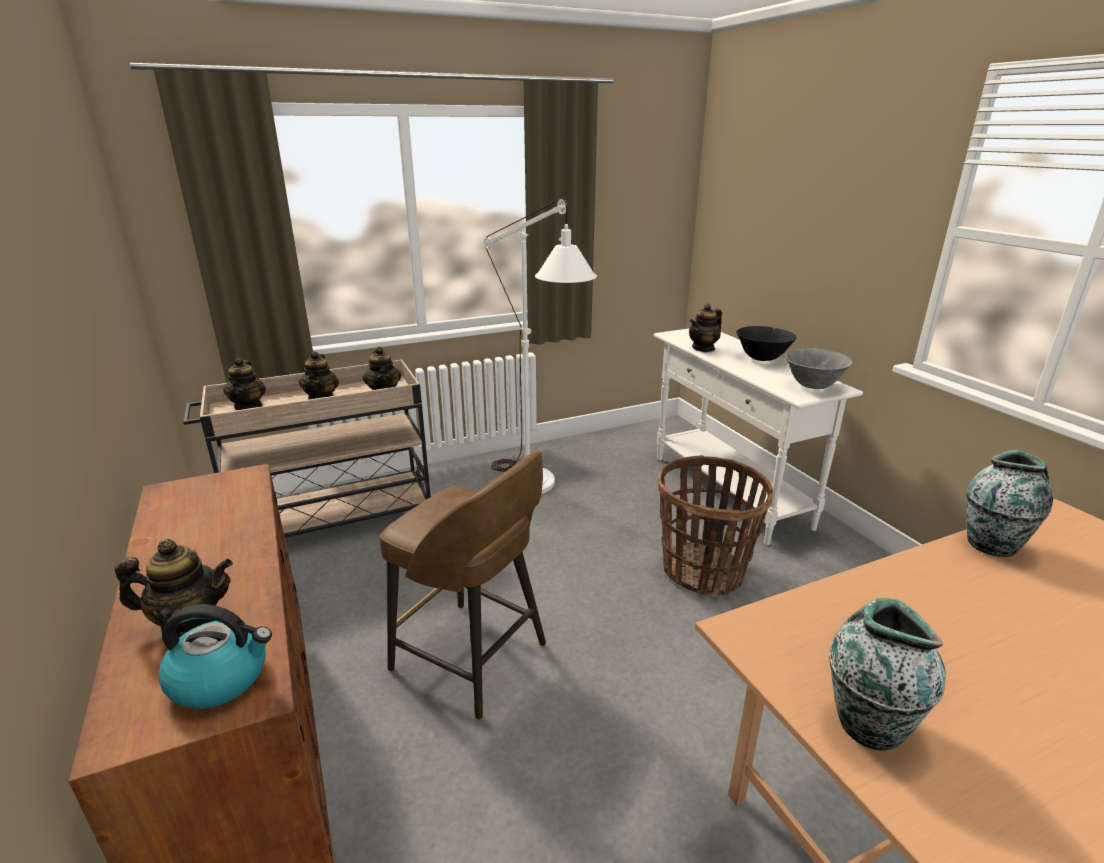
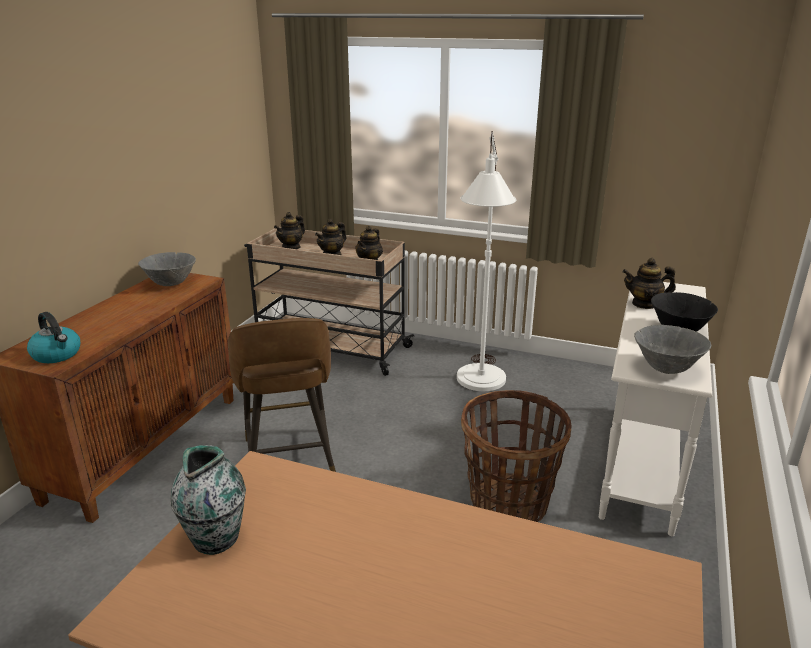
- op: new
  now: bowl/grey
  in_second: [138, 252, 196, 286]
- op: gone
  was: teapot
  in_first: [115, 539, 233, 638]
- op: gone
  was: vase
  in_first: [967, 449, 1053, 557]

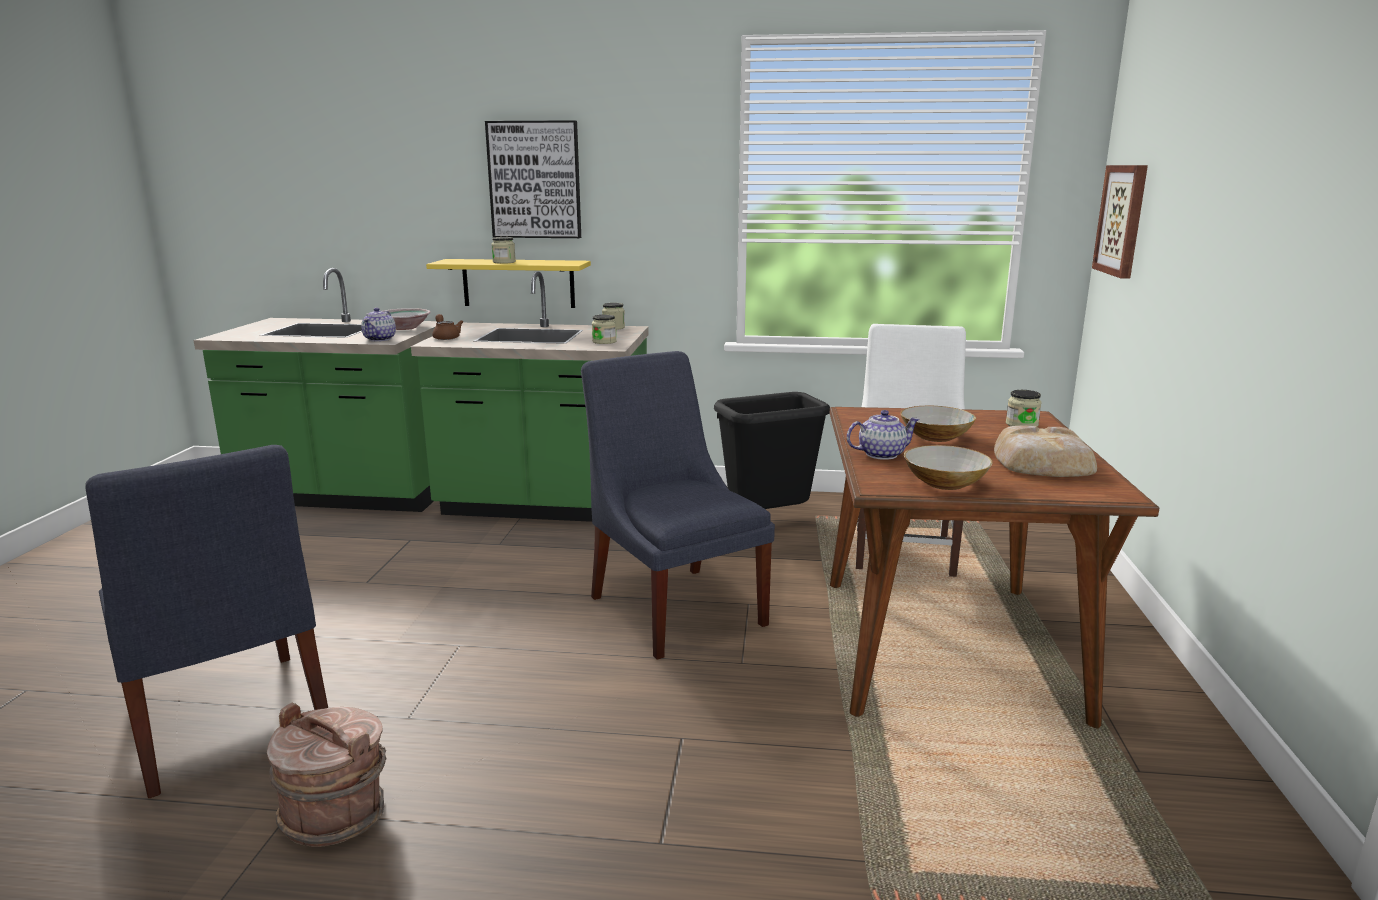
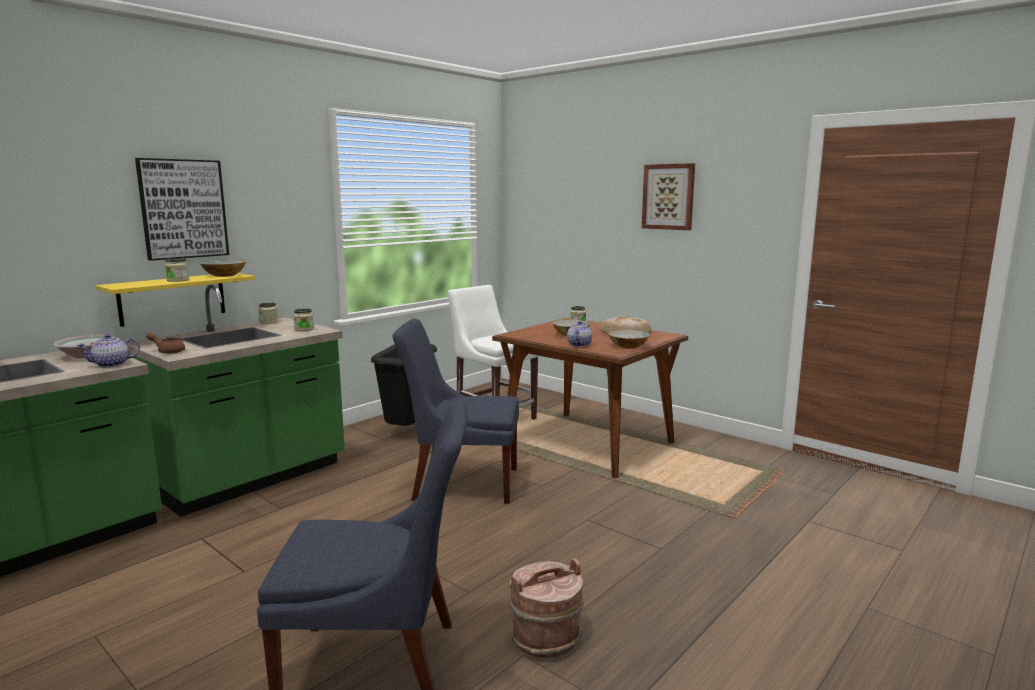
- op: rotated
  was: teapot
  in_first: [361, 308, 396, 342]
  in_second: [77, 334, 140, 368]
  clockwise: 105
- op: new
  now: bowl
  in_second: [200, 260, 246, 277]
- op: shifted
  was: picture
  in_first: [1092, 165, 1148, 279]
  in_second: [642, 163, 695, 230]

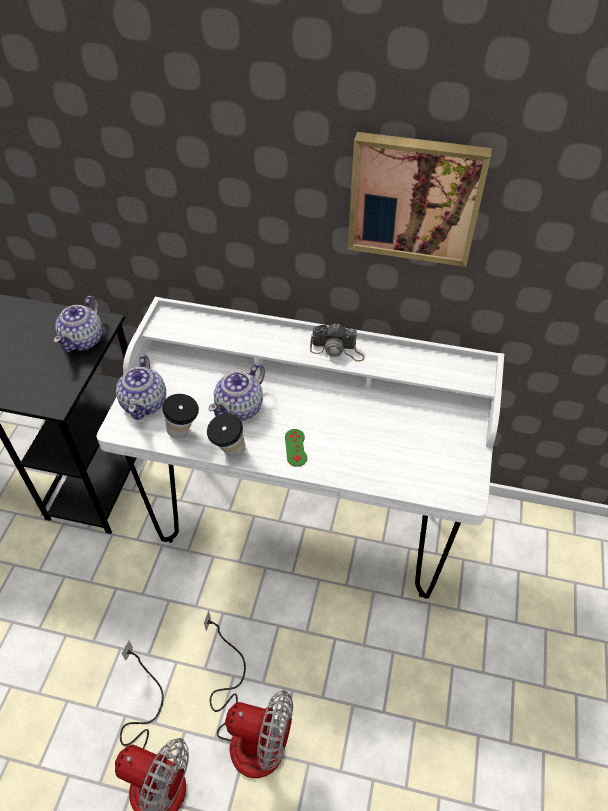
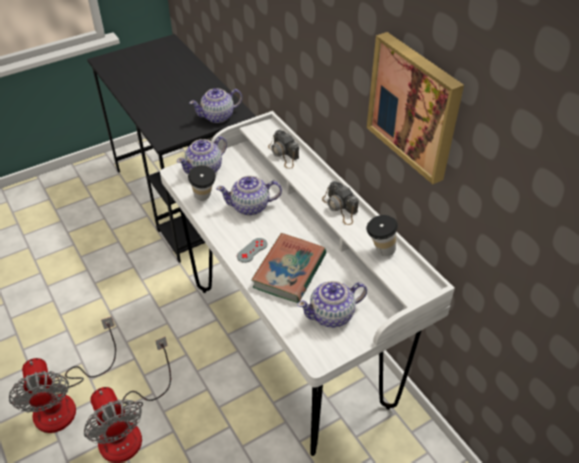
- op: repainted
  was: game controller/green
  now: game controller/grey
  in_first: [285, 429, 307, 467]
  in_second: [237, 238, 267, 263]
- op: new
  now: book
  in_second: [251, 233, 326, 303]
- op: new
  now: photo camera
  in_second: [268, 130, 299, 169]
- op: new
  now: teapot
  in_second: [297, 281, 367, 328]
- op: shifted
  was: cup
  in_first: [207, 413, 245, 457]
  in_second: [366, 215, 398, 256]

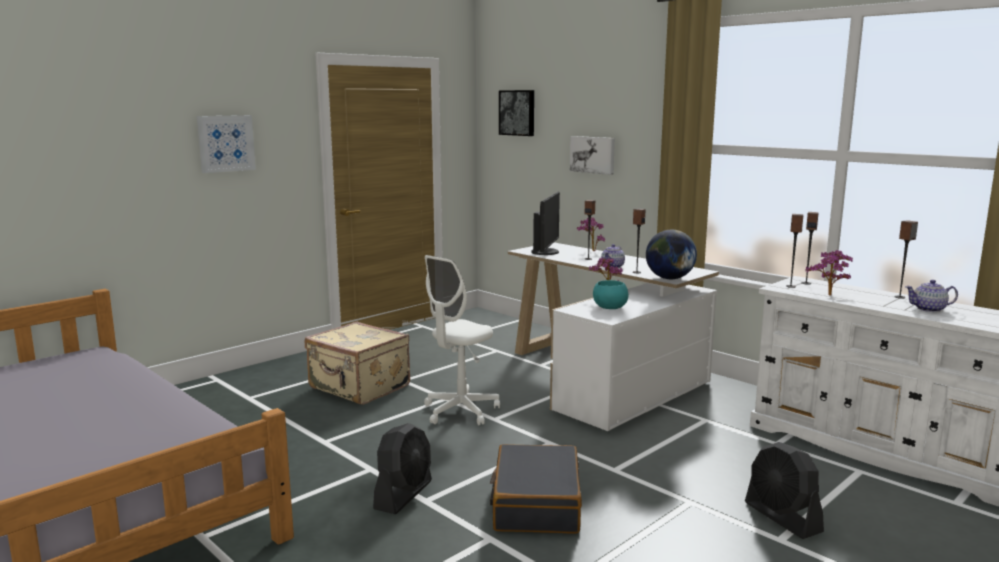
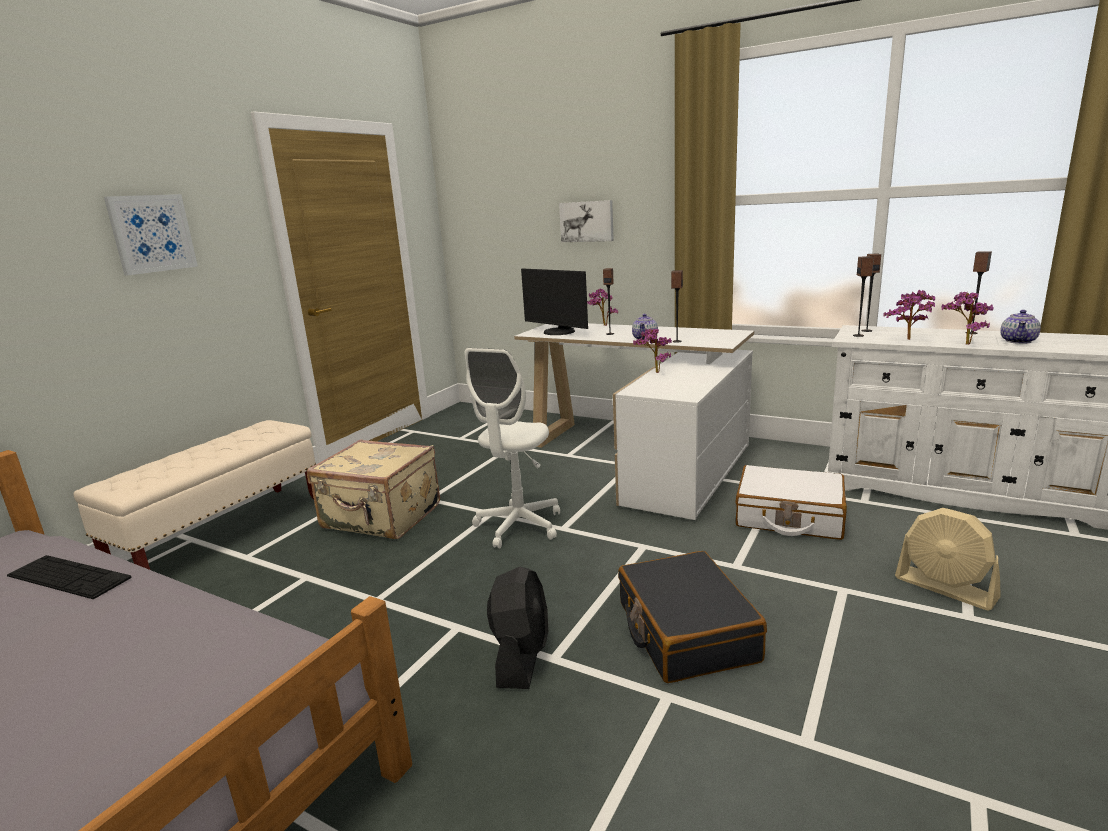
- op: new
  now: keyboard
  in_second: [7, 555, 132, 599]
- op: new
  now: bench/beige
  in_second: [74, 420, 316, 570]
- op: rotated
  was: monitor
  in_first: [531, 192, 560, 255]
  in_second: [521, 268, 588, 335]
  clockwise: 135
- op: new
  now: suitcase/white
  in_second: [736, 465, 847, 540]
- op: repainted
  was: fan/black
  now: fan/beige
  in_first: [745, 442, 824, 539]
  in_second: [895, 508, 1001, 611]
- op: new
  now: potted plant
  in_second: [941, 291, 994, 345]
- op: rotated
  was: teapot
  in_first: [905, 280, 958, 312]
  in_second: [1000, 310, 1041, 344]
  clockwise: -45
- op: gone
  was: picture
  in_first: [499, 90, 534, 136]
- op: gone
  was: bowl/turquoise
  in_first: [593, 280, 628, 309]
- op: gone
  was: globe
  in_first: [646, 230, 697, 279]

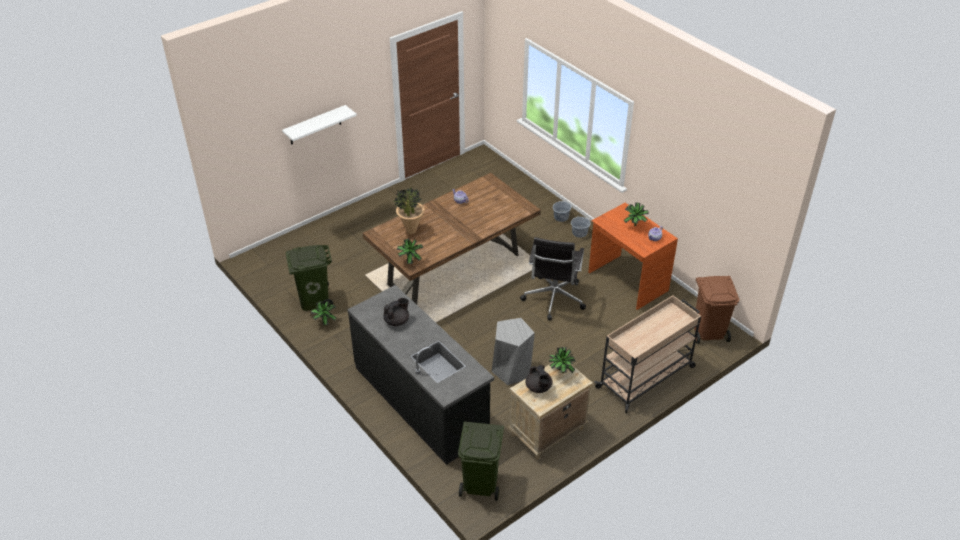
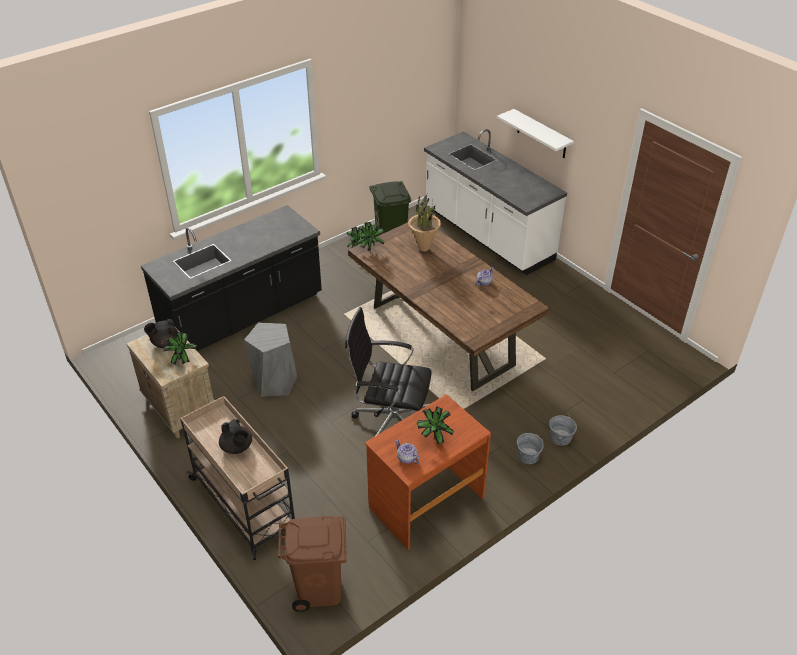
- op: shifted
  was: teapot/black
  in_first: [383, 298, 409, 326]
  in_second: [219, 419, 252, 454]
- op: new
  now: counter/white
  in_second: [424, 129, 567, 275]
- op: gone
  was: trash can/green
  in_first: [458, 422, 504, 501]

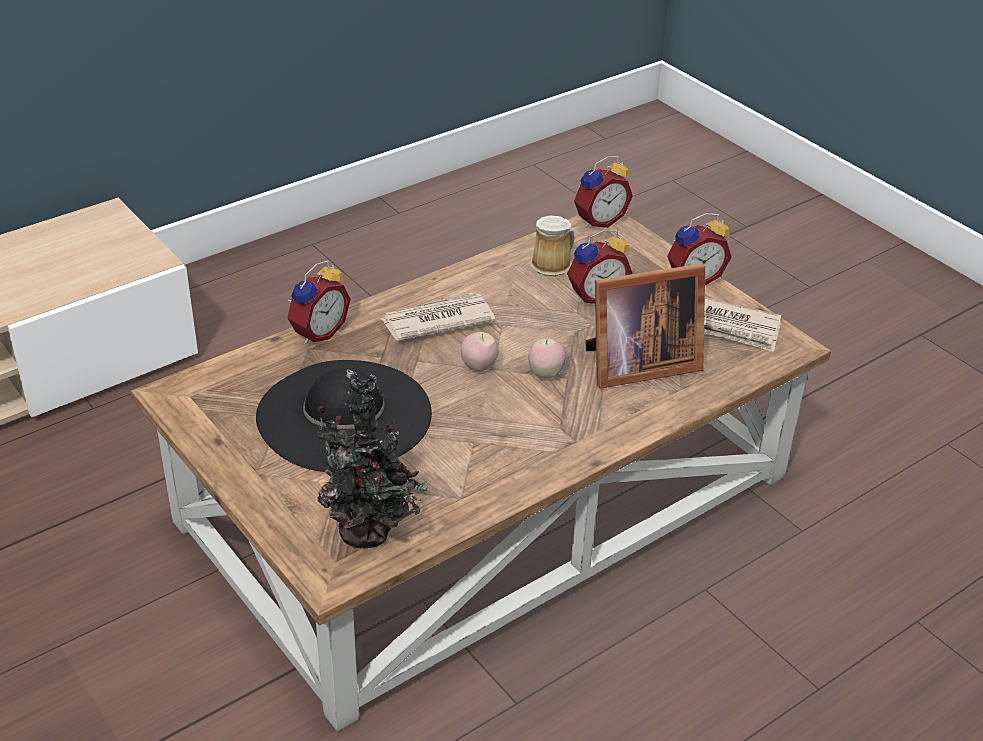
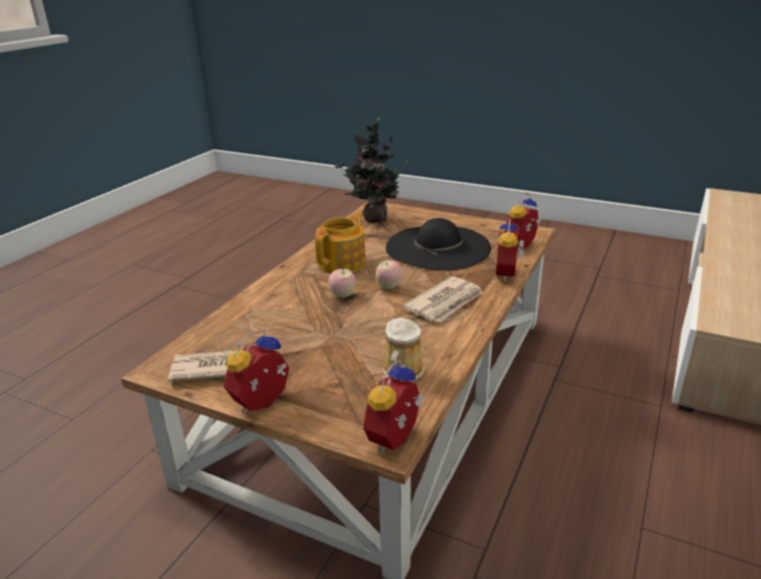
- op: new
  now: teapot
  in_second: [315, 212, 366, 273]
- op: shifted
  was: alarm clock
  in_first: [567, 229, 632, 304]
  in_second: [504, 193, 543, 248]
- op: gone
  was: picture frame
  in_first: [586, 264, 705, 389]

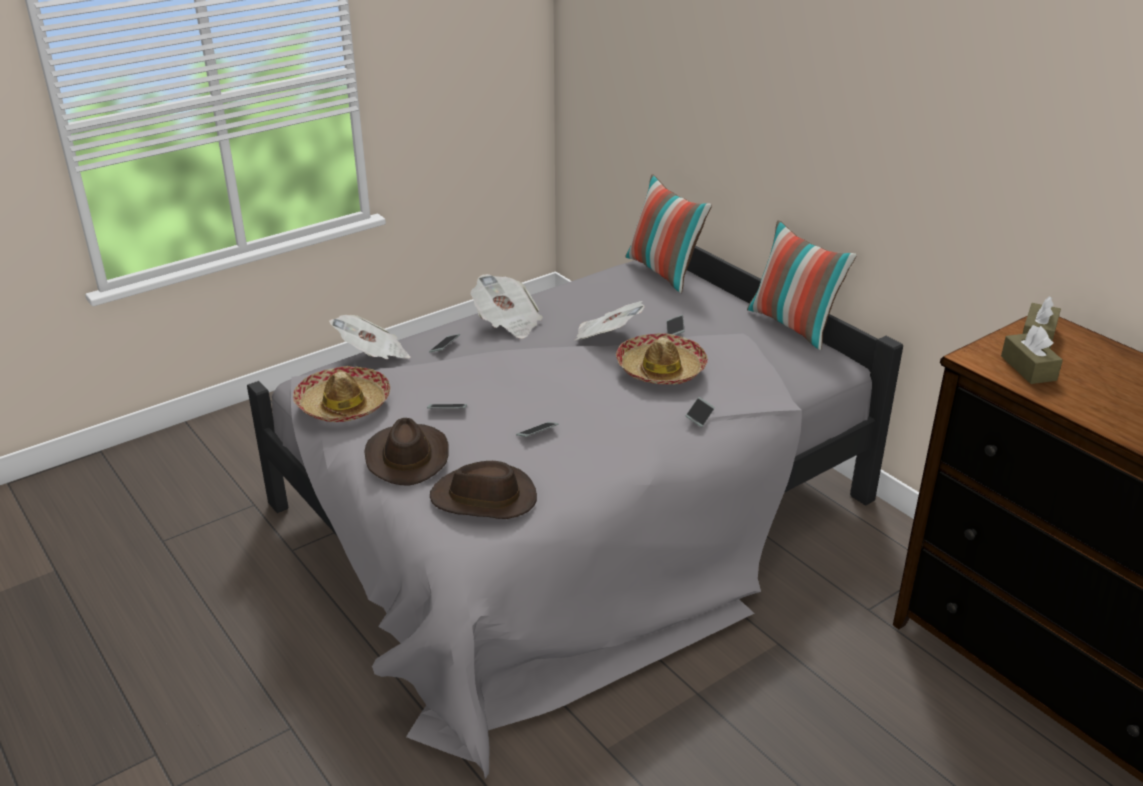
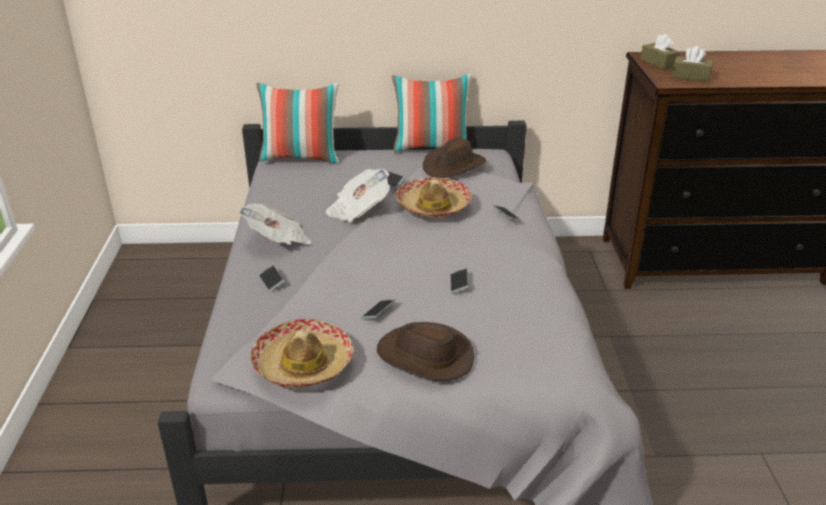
- op: shifted
  was: hat/brown
  in_first: [430, 461, 537, 519]
  in_second: [423, 138, 486, 178]
- op: gone
  was: newspaper
  in_first: [329, 315, 411, 359]

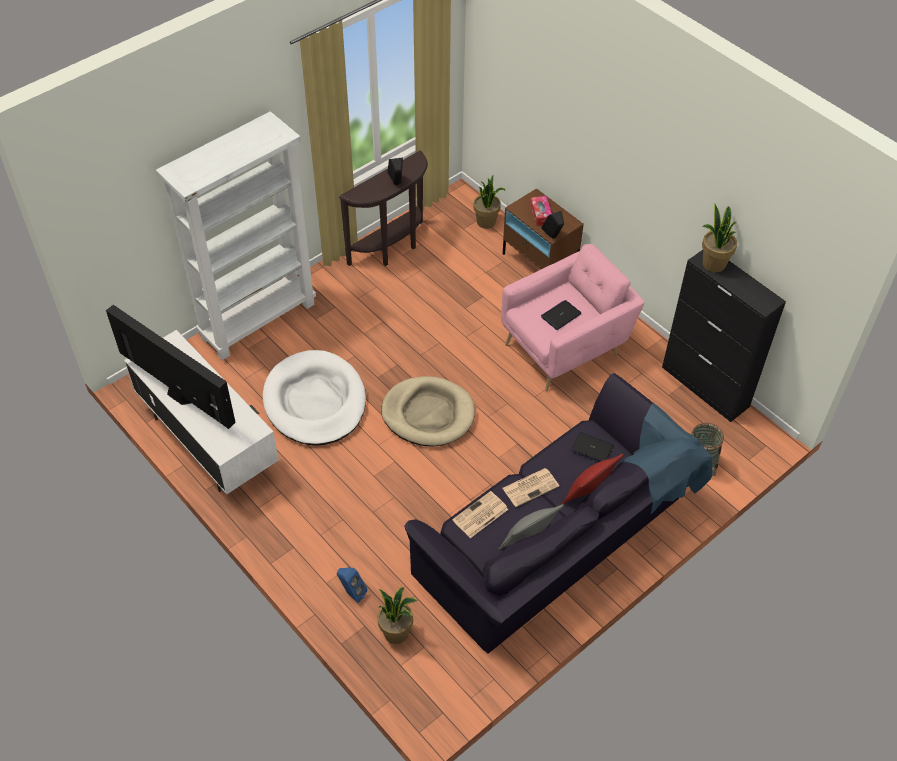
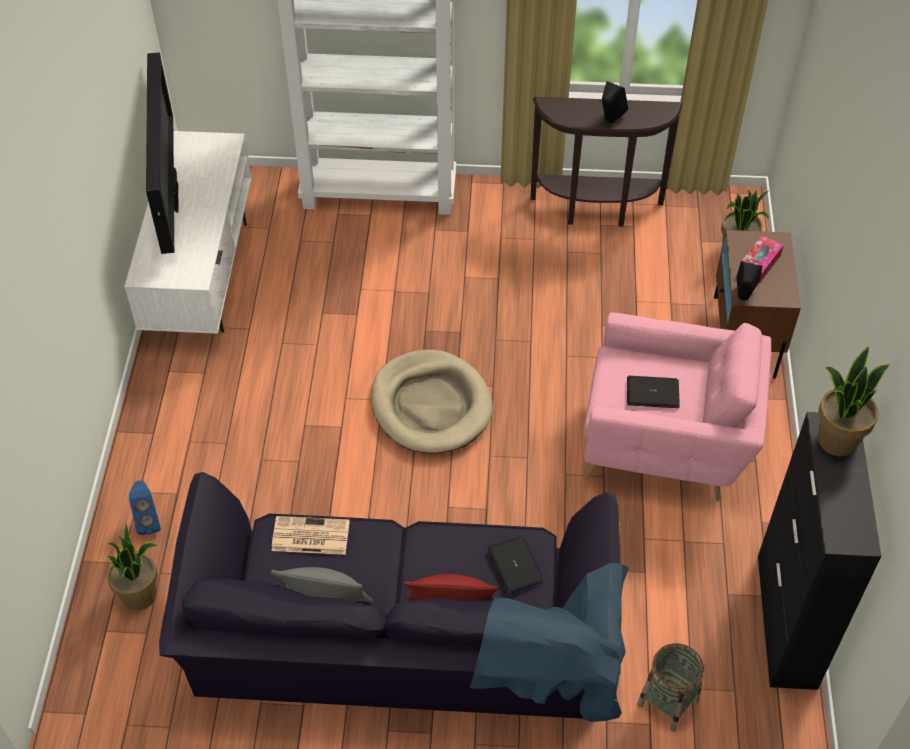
- op: gone
  was: dog bed/white
  in_first: [263, 350, 366, 445]
- op: gone
  was: newspaper
  in_first: [503, 468, 559, 507]

